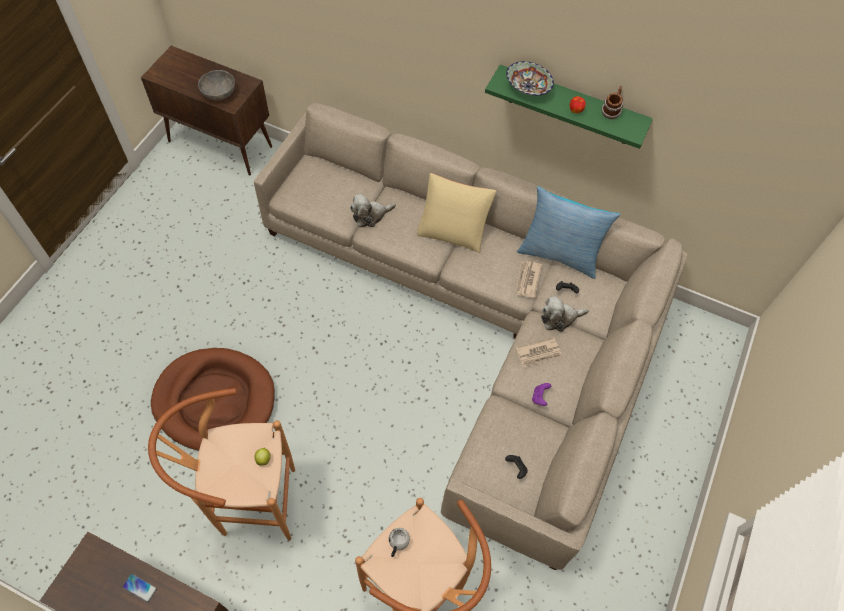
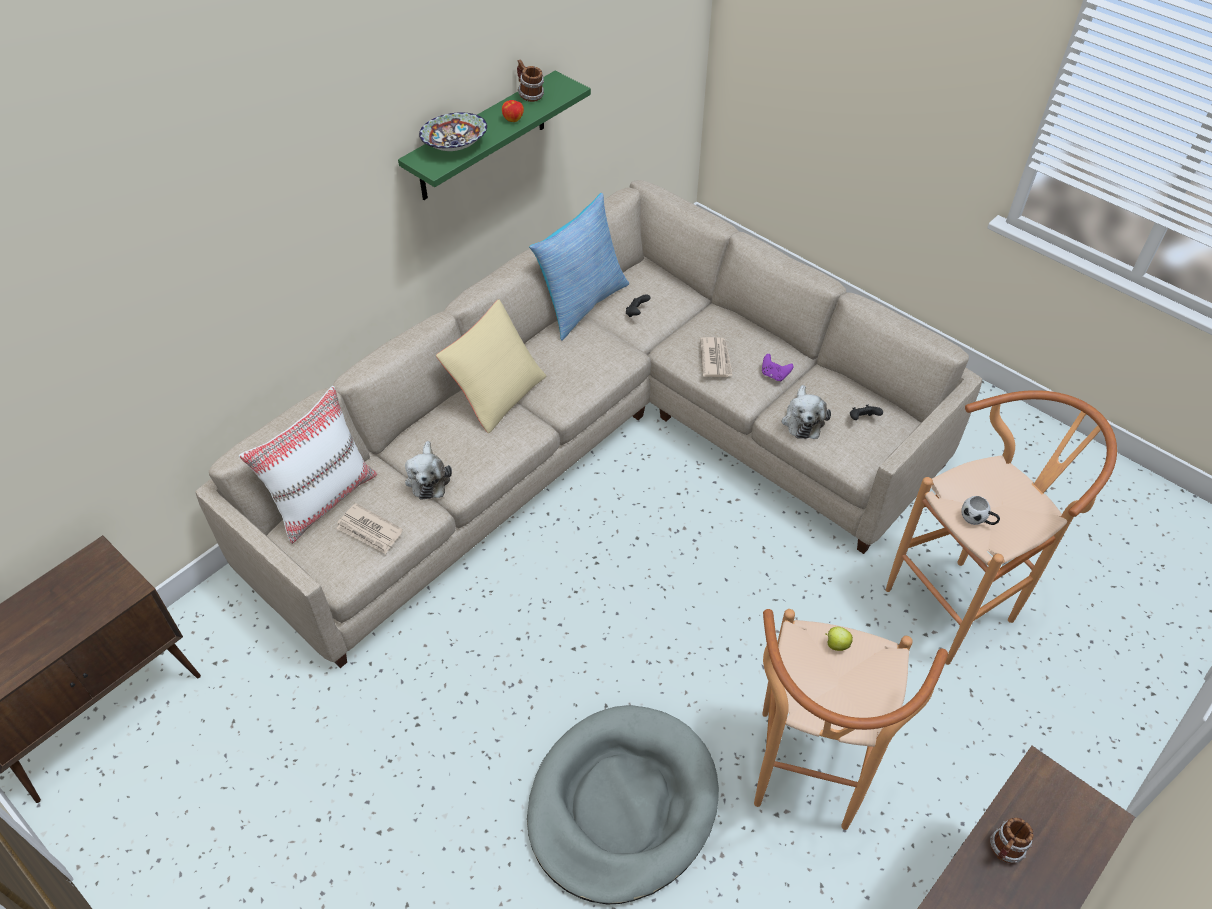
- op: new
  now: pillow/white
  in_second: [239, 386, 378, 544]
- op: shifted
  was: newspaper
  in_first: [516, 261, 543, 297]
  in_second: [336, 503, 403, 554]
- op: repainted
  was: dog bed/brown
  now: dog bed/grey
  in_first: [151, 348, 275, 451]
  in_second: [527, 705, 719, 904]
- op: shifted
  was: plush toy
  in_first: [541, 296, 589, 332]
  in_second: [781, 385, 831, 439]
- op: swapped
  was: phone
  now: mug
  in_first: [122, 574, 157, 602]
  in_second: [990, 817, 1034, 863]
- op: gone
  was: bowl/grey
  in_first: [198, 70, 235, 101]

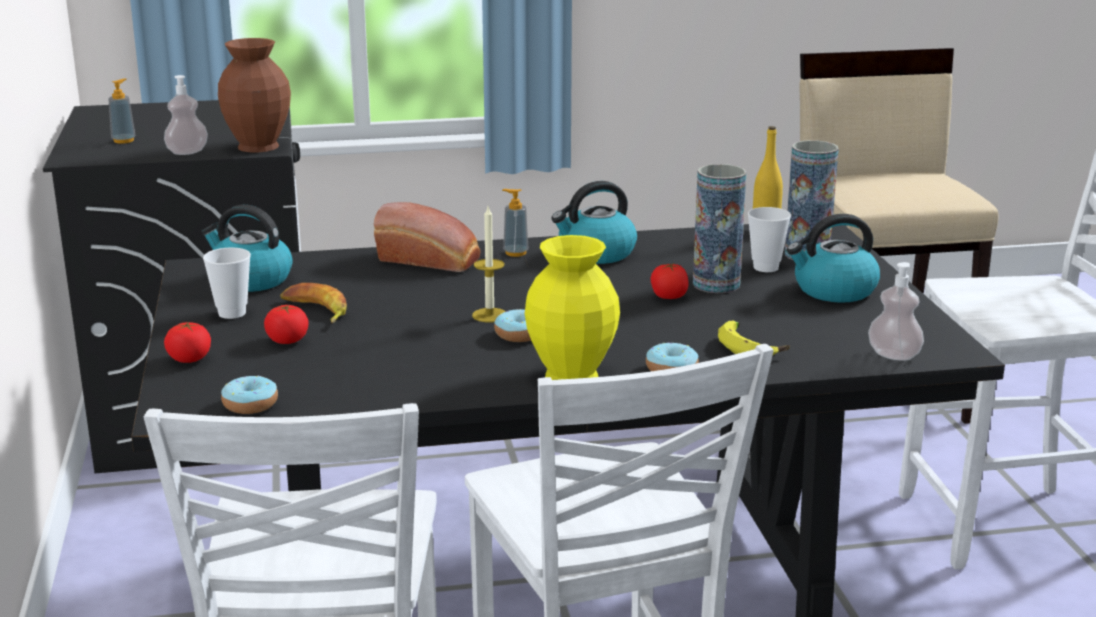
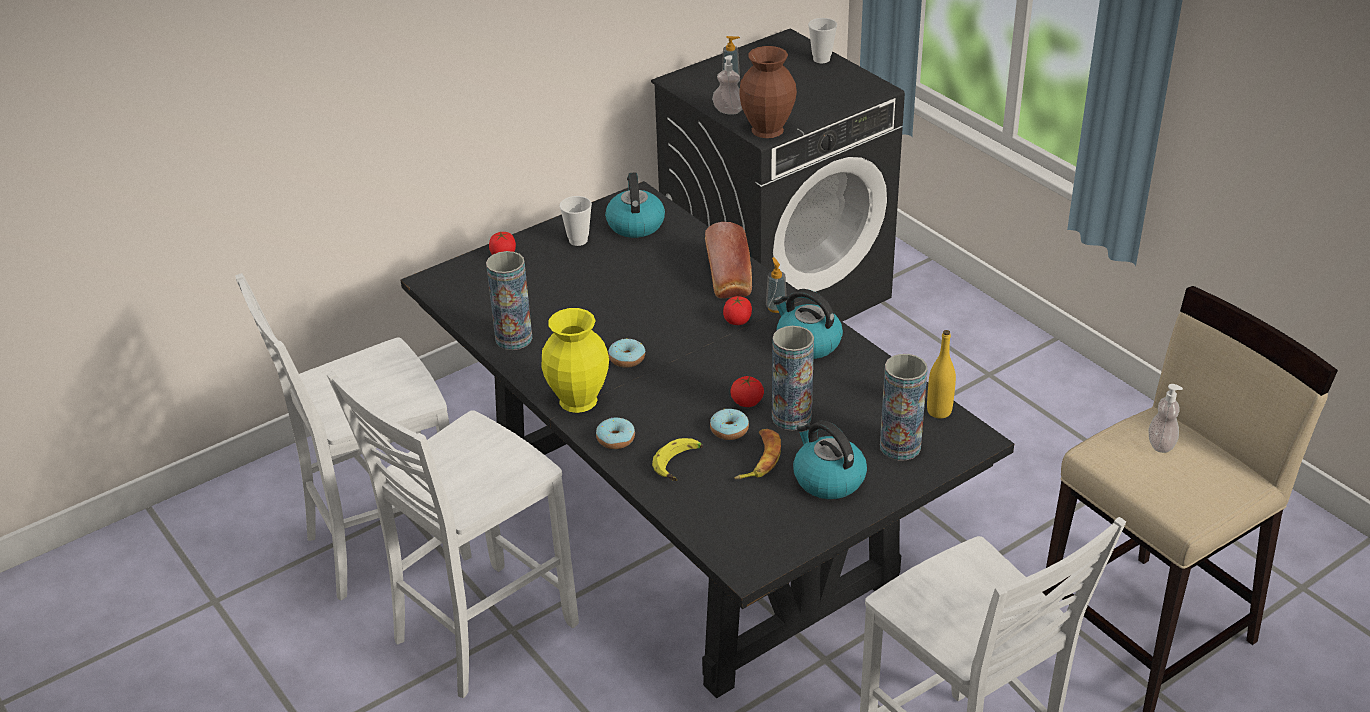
- op: new
  now: vase
  in_second: [486, 251, 533, 350]
- op: shifted
  was: donut
  in_first: [221, 376, 278, 414]
  in_second: [710, 409, 749, 440]
- op: shifted
  was: tomato
  in_first: [264, 305, 309, 344]
  in_second: [723, 296, 752, 325]
- op: shifted
  was: banana
  in_first: [280, 283, 347, 323]
  in_second: [734, 429, 781, 479]
- op: shifted
  was: cup
  in_first: [748, 207, 791, 272]
  in_second: [808, 18, 837, 63]
- op: shifted
  was: soap dispenser
  in_first: [868, 262, 924, 361]
  in_second: [1148, 384, 1183, 453]
- op: gone
  was: candle
  in_first: [472, 207, 506, 322]

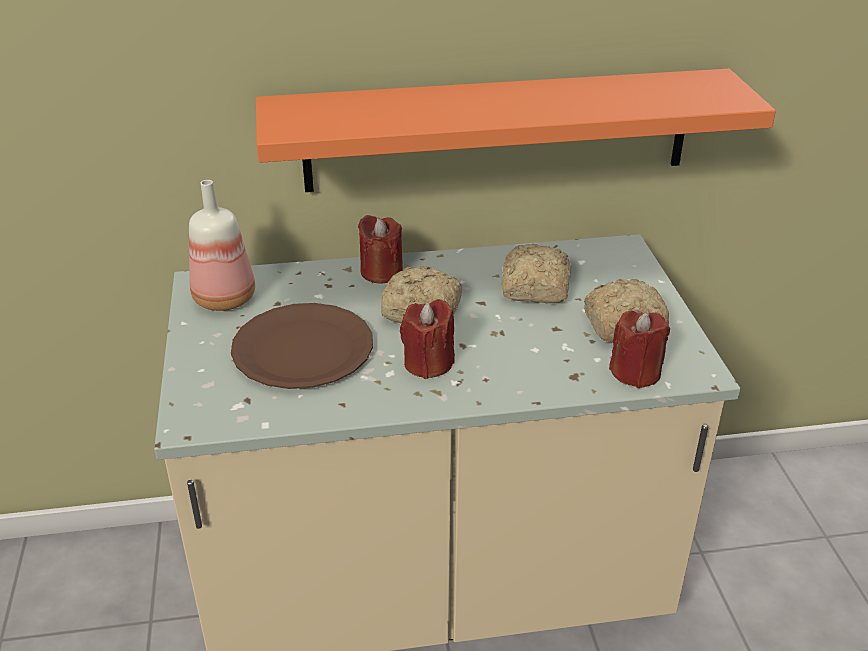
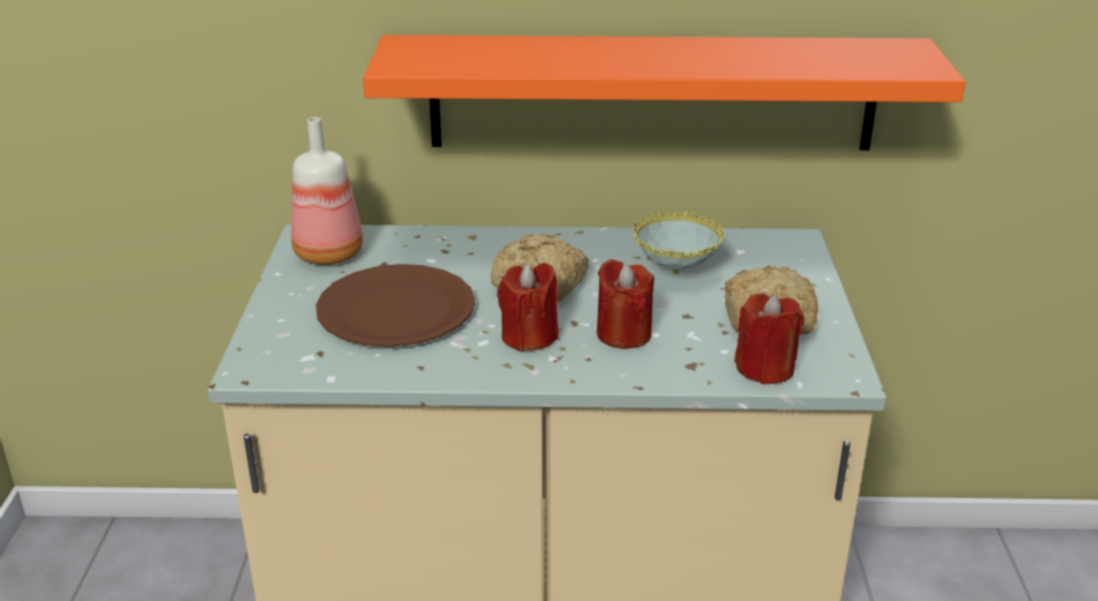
- op: shifted
  was: candle/red
  in_first: [358, 215, 403, 284]
  in_second: [597, 259, 654, 349]
- op: swapped
  was: bread
  now: bowl
  in_first: [501, 244, 572, 303]
  in_second: [633, 210, 725, 274]

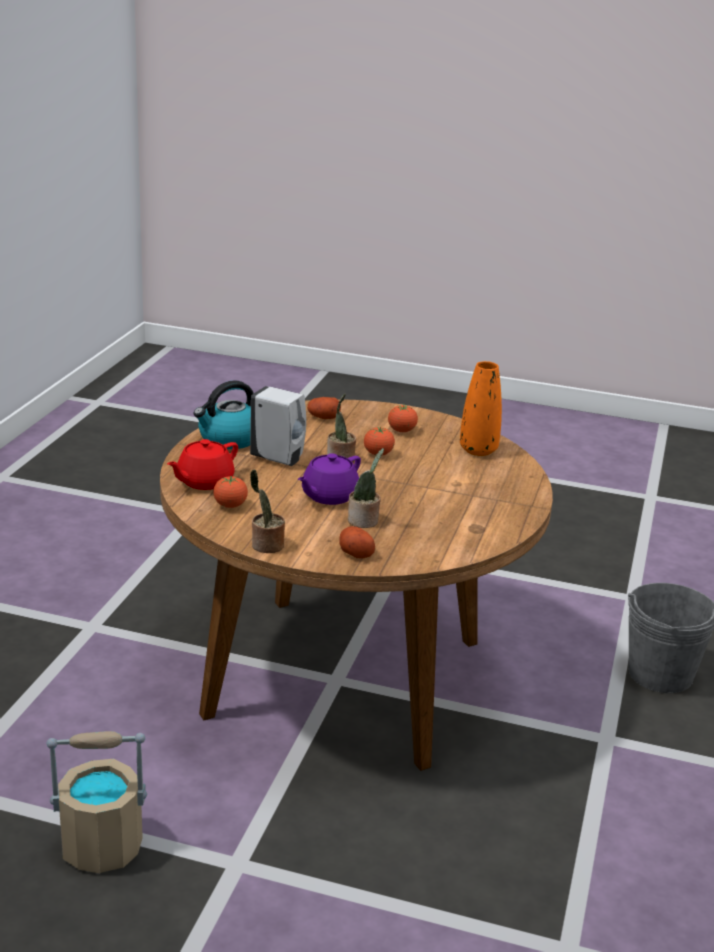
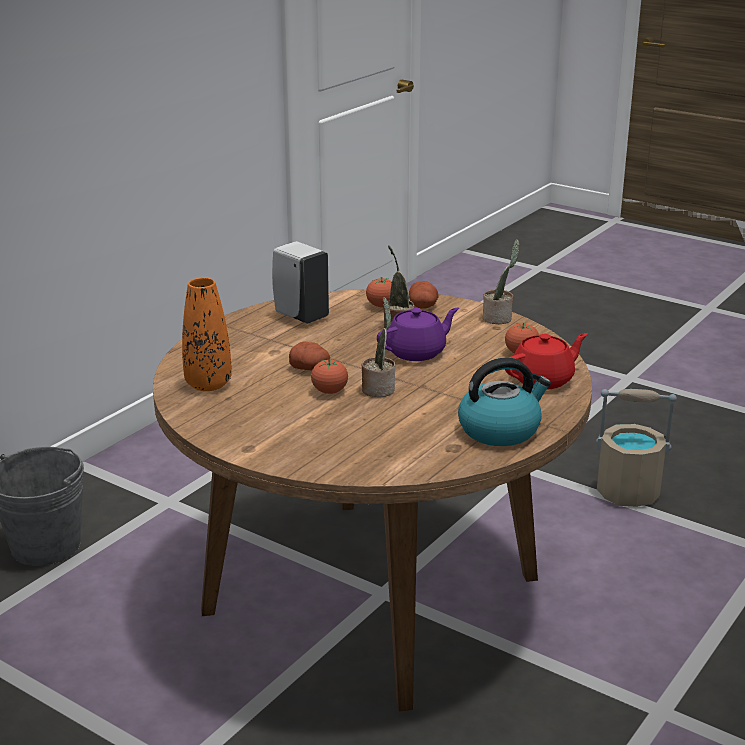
- op: shifted
  was: soap dispenser/white
  in_first: [250, 386, 306, 466]
  in_second: [272, 241, 329, 324]
- op: shifted
  was: potato
  in_first: [307, 397, 341, 419]
  in_second: [289, 342, 330, 370]
- op: shifted
  was: tomato
  in_first: [388, 405, 418, 432]
  in_second: [366, 277, 392, 307]

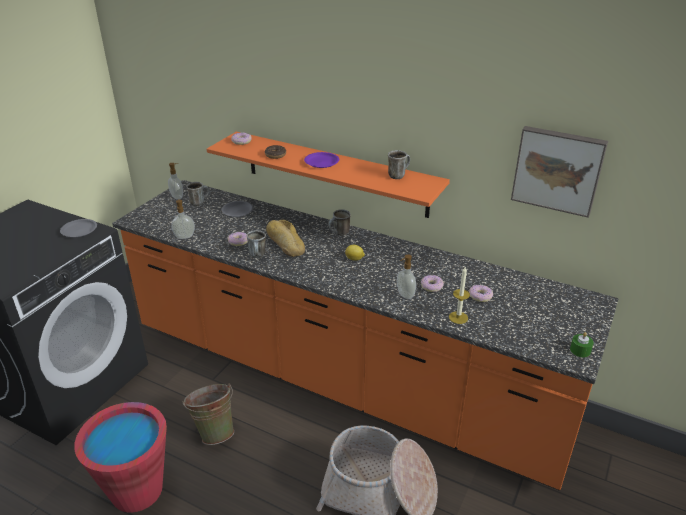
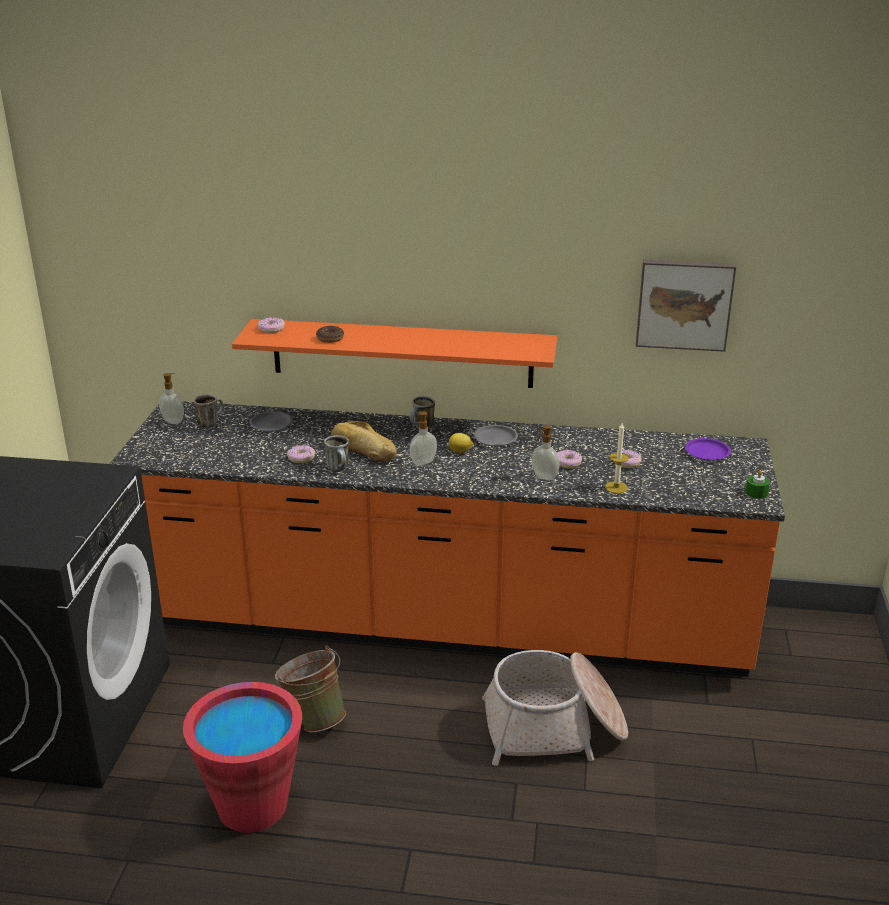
- op: shifted
  was: soap dispenser
  in_first: [171, 199, 195, 239]
  in_second: [410, 411, 437, 466]
- op: shifted
  was: plate/grey
  in_first: [60, 219, 97, 237]
  in_second: [474, 425, 518, 446]
- op: shifted
  was: plate/purple
  in_first: [304, 152, 339, 168]
  in_second: [685, 438, 731, 460]
- op: gone
  was: mug
  in_first: [388, 150, 410, 179]

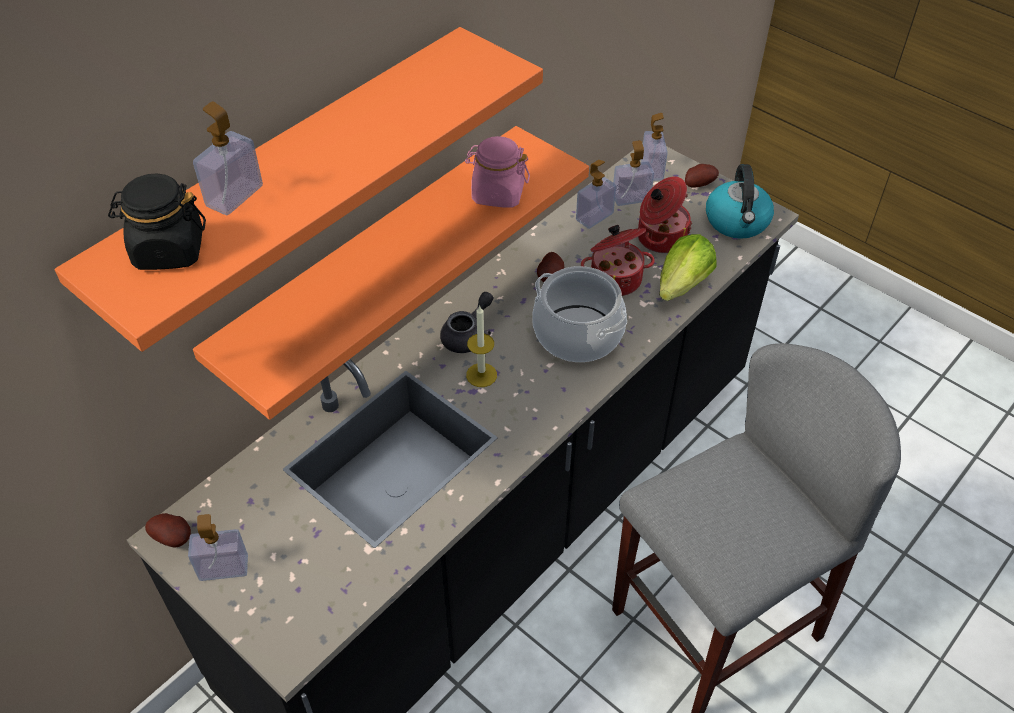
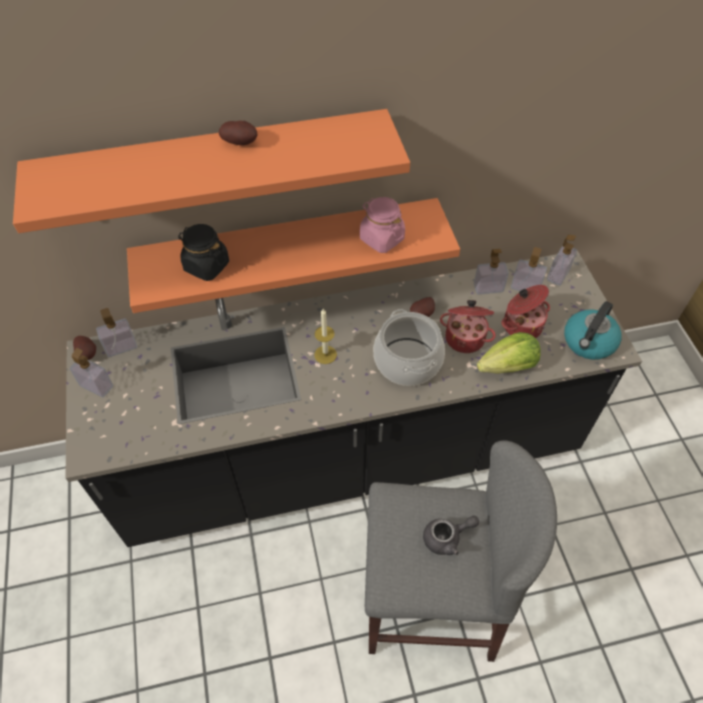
- op: shifted
  was: soap dispenser
  in_first: [193, 101, 263, 215]
  in_second: [96, 308, 137, 357]
- op: shifted
  was: jar/black
  in_first: [108, 173, 206, 270]
  in_second: [178, 224, 229, 281]
- op: shifted
  was: potato
  in_first: [685, 164, 719, 188]
  in_second: [219, 121, 258, 145]
- op: shifted
  was: teapot/grey
  in_first: [440, 292, 493, 353]
  in_second: [423, 516, 479, 555]

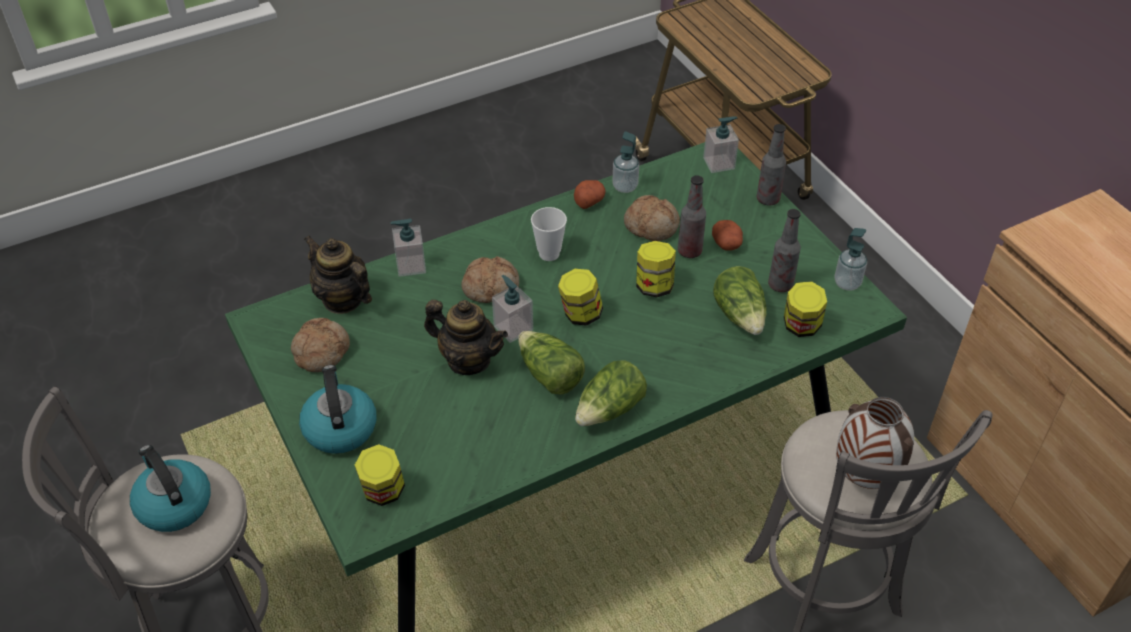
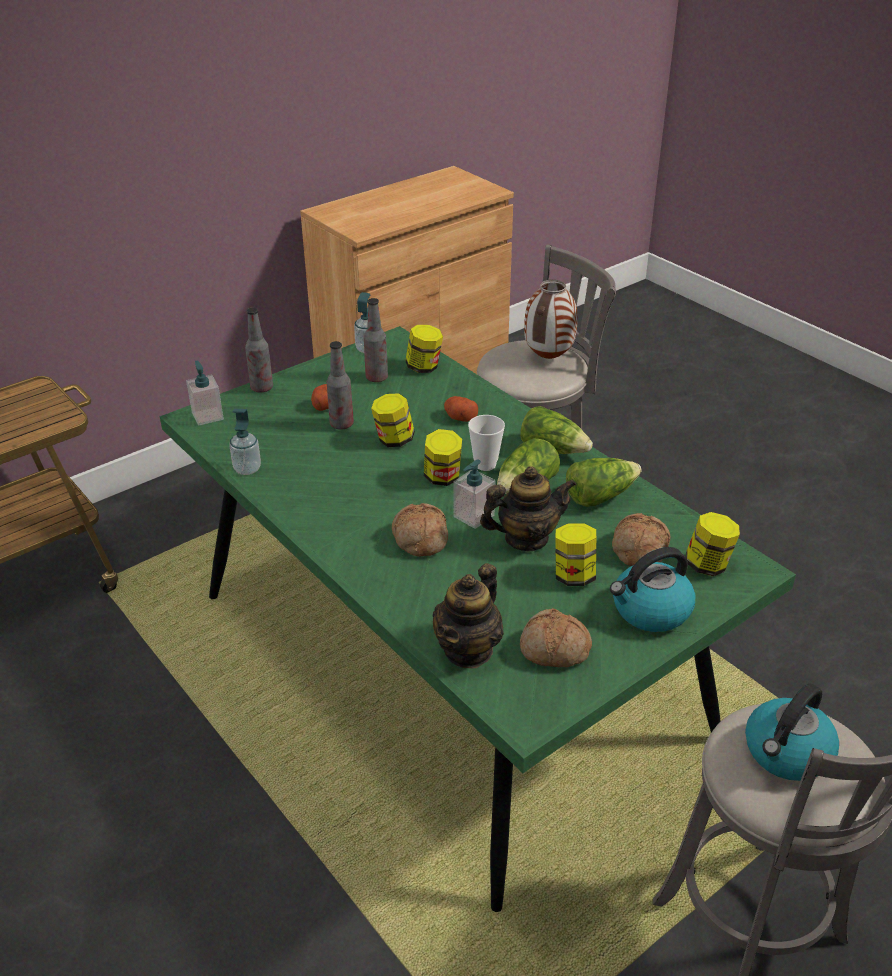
- op: shifted
  was: potato
  in_first: [574, 180, 605, 209]
  in_second: [444, 396, 478, 422]
- op: shifted
  was: cup
  in_first: [531, 207, 567, 261]
  in_second: [468, 415, 505, 471]
- op: rotated
  was: teapot
  in_first: [424, 300, 508, 375]
  in_second: [480, 466, 576, 551]
  clockwise: 60
- op: new
  now: jar
  in_second: [555, 523, 596, 586]
- op: shifted
  was: lettuce
  in_first: [713, 266, 767, 335]
  in_second: [566, 458, 642, 507]
- op: shifted
  was: bread
  in_first: [624, 195, 680, 241]
  in_second: [612, 513, 670, 566]
- op: gone
  was: soap dispenser
  in_first: [390, 219, 426, 277]

